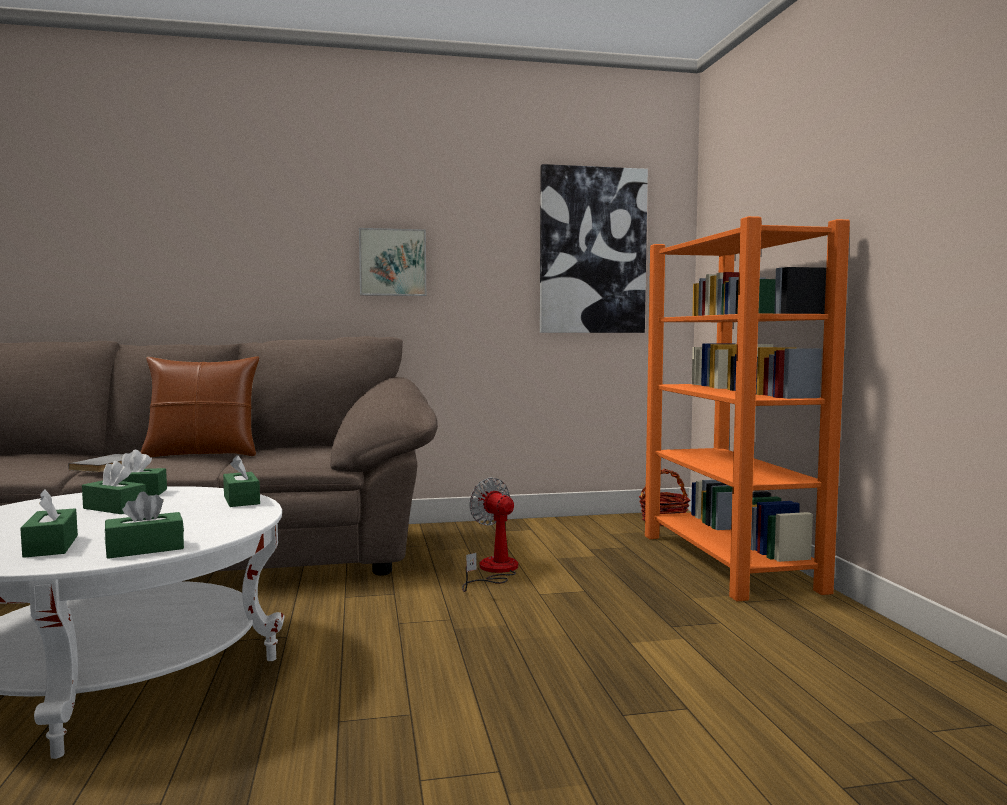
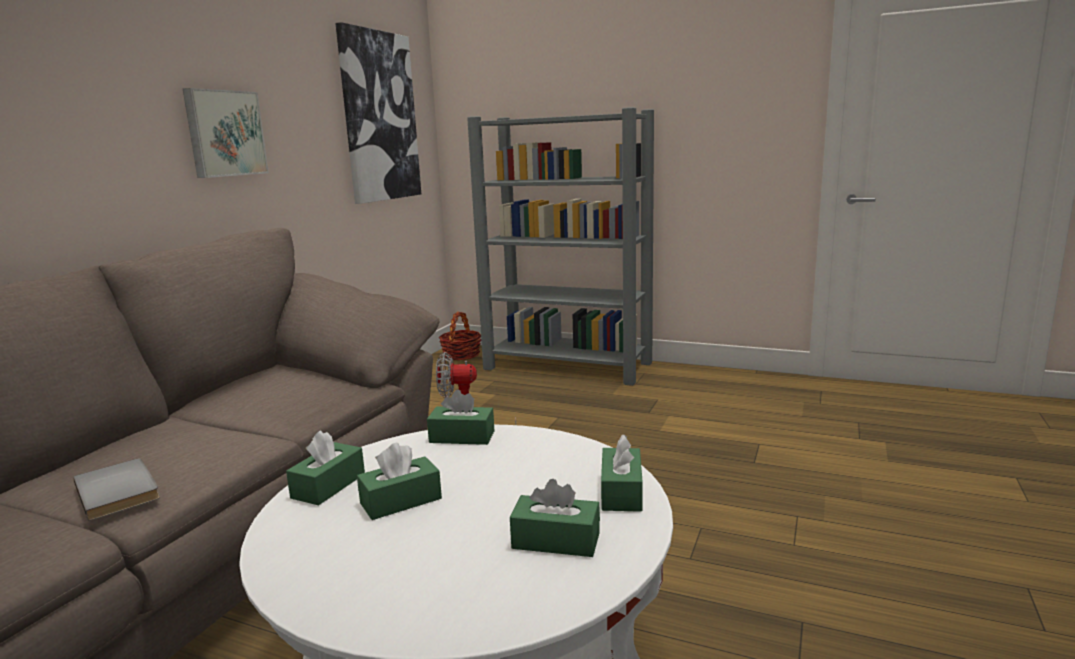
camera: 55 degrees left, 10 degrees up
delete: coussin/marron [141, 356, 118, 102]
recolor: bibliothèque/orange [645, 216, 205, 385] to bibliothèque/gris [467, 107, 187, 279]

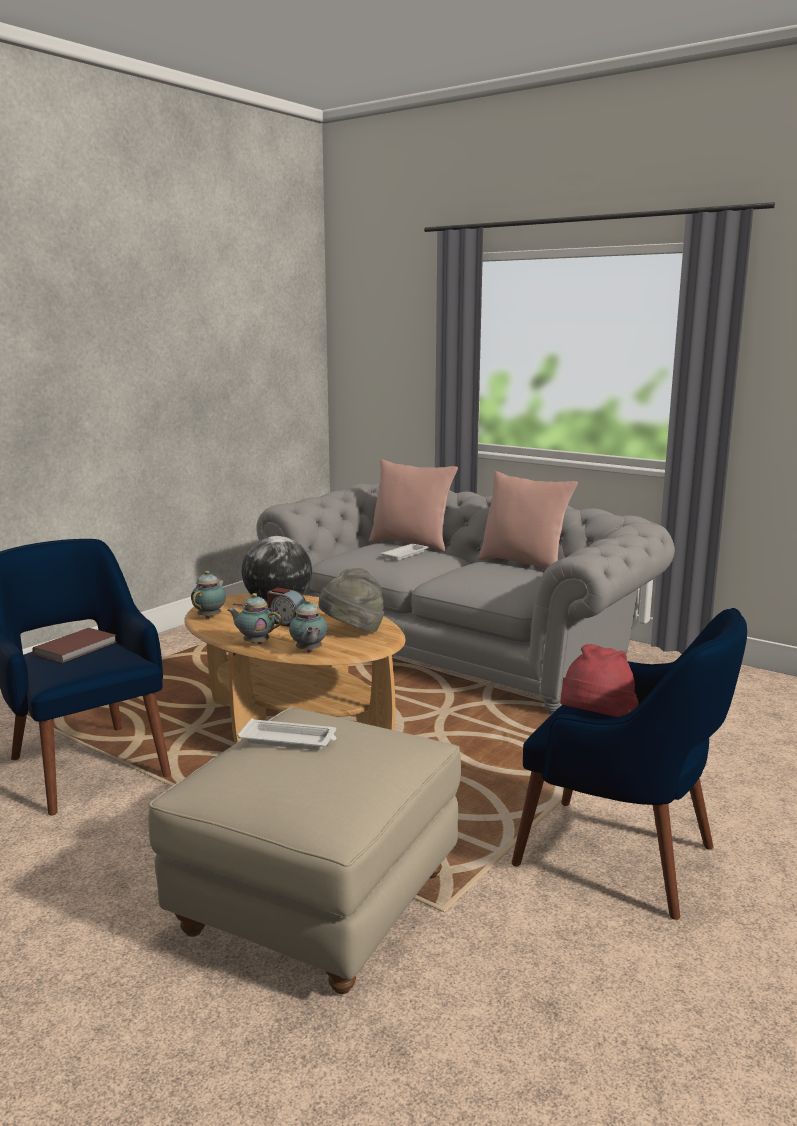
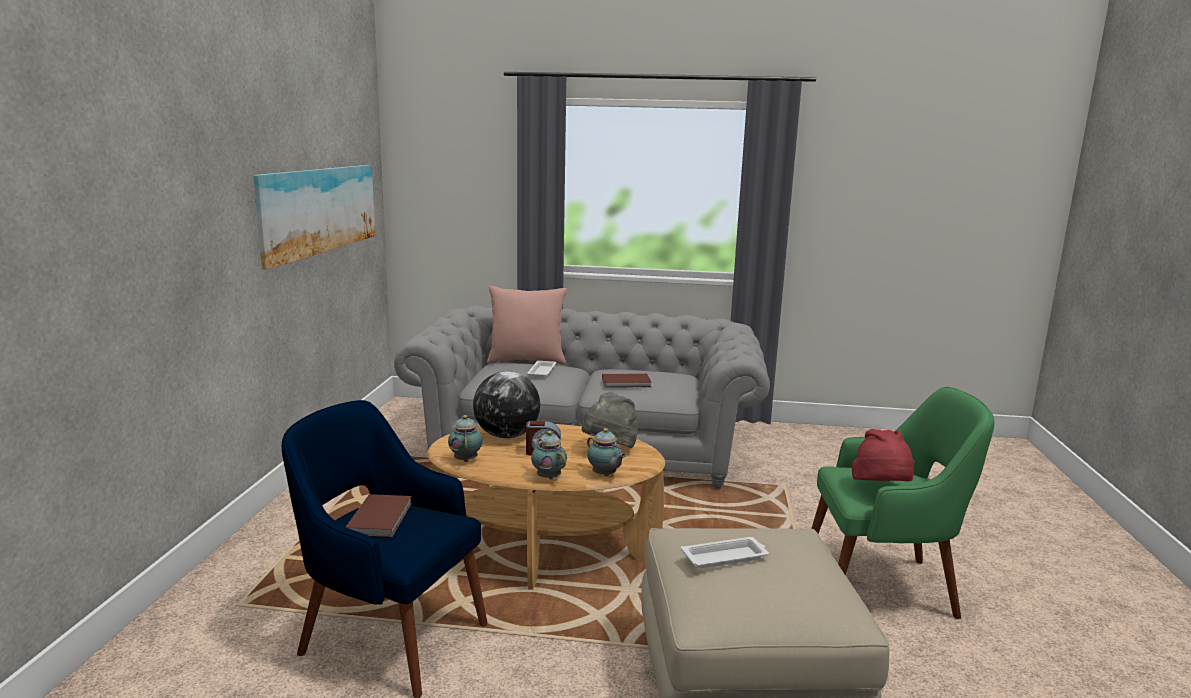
camera: 30 degrees left, 0 degrees up
delete: coussin/rose [478, 471, 100, 99]
insert: tableau [253, 165, 122, 105]; livre/marron [602, 374, 49, 14]
recolor: fauteuil/bleu [512, 608, 235, 312] to fauteuil/vert [811, 387, 183, 232]
rotate: théière [228, 593, 54, 51] = [531, 431, 36, 49] 60 degrees clockwise

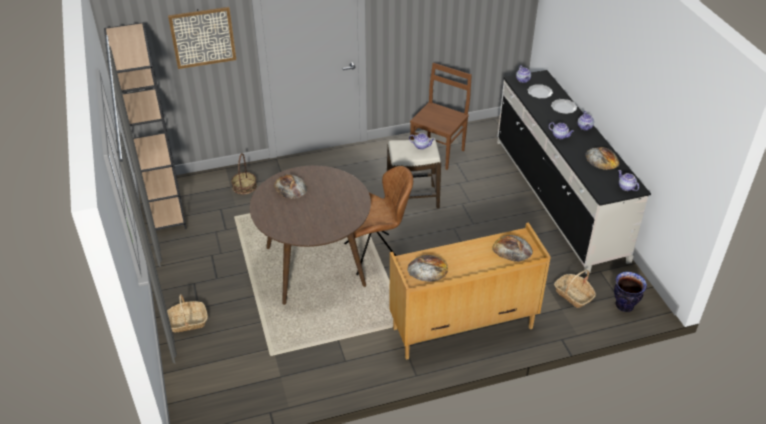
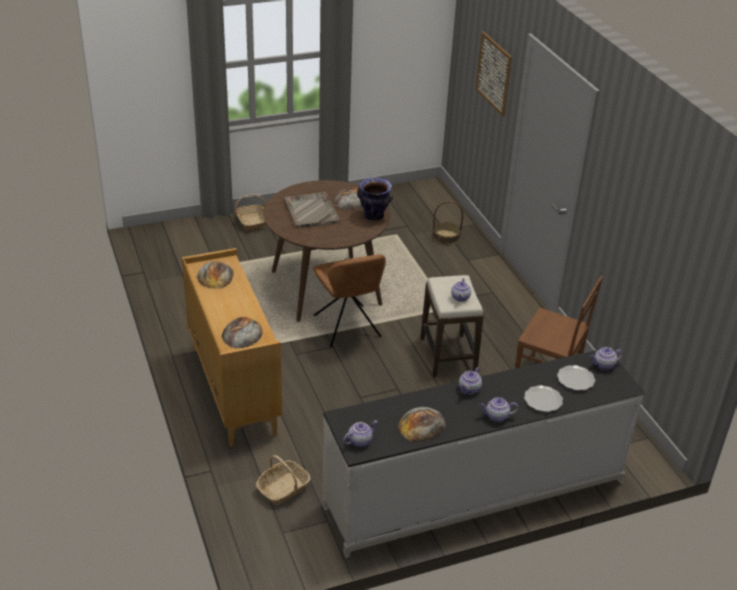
camera: 85 degrees right, 5 degrees down
delete: bibliothèque [104, 22, 83, 214]
insert: plateau/gris [284, 192, 56, 36]
move: vase [614, 272, 33, 40] to [357, 177, 36, 44]

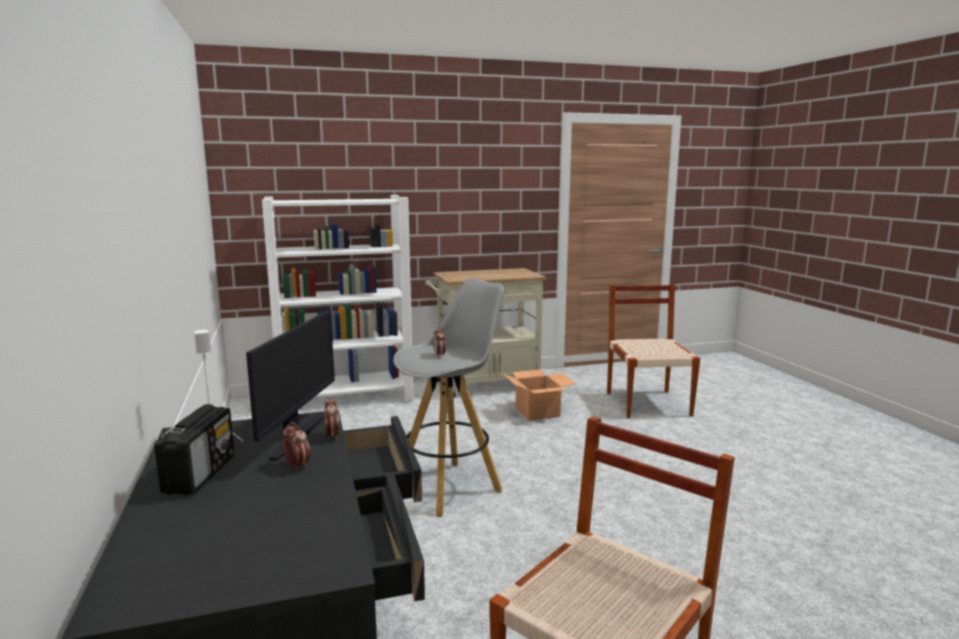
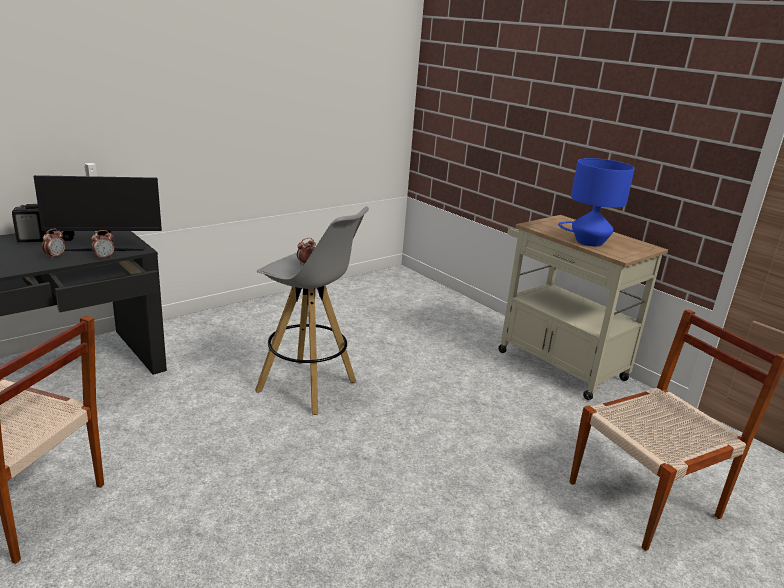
camera: 65 degrees right, 10 degrees up
delete: bibliothèque/blanc [262, 195, 152, 207]; carton [502, 369, 75, 52]
insert: lampe de table/bleu [558, 158, 77, 89]

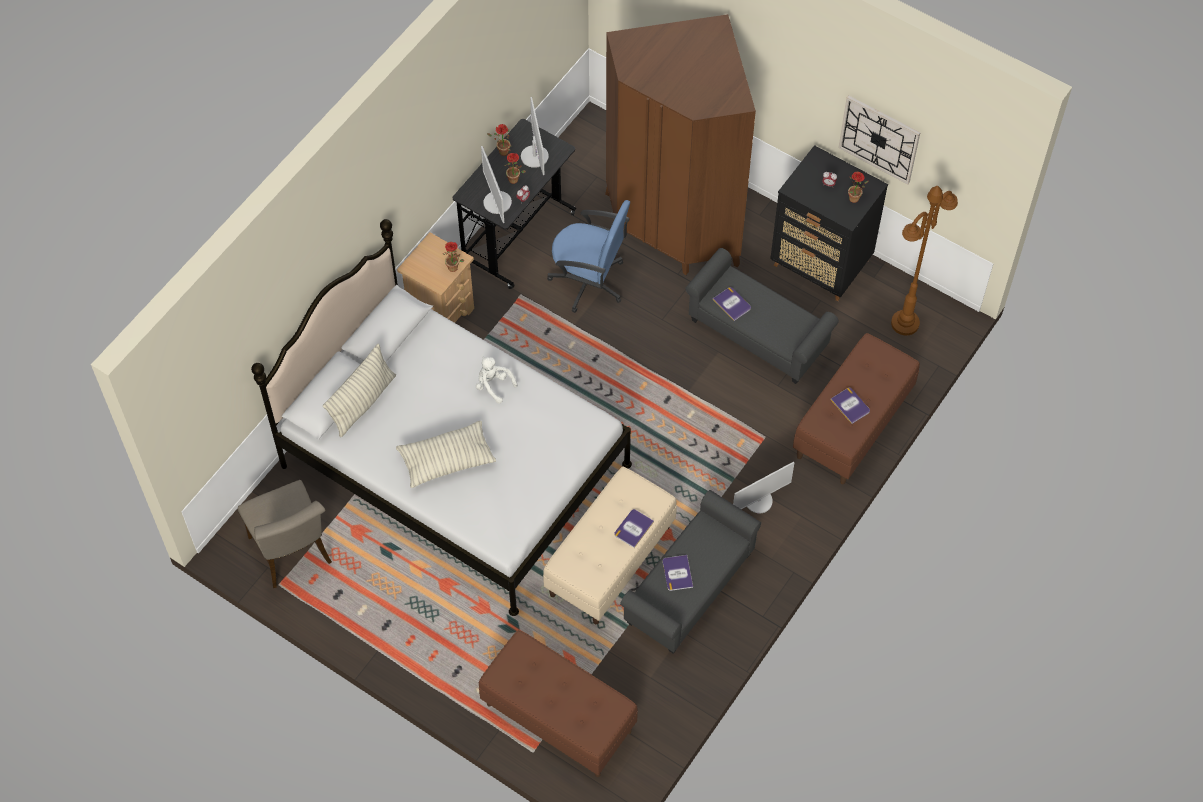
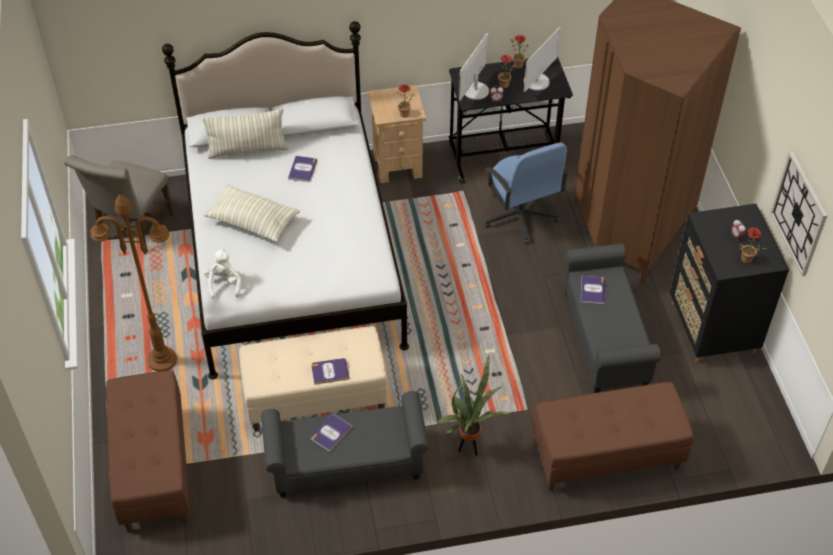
camera: 45 degrees right, 10 degrees down
move: peluche/blanc [476, 357, 42, 47] to [204, 249, 37, 50]; livre [831, 388, 39, 36] to [288, 156, 29, 26]; lampadaire/marron [891, 186, 67, 149] to [90, 194, 87, 178]
replace: écran d'ordinateur [733, 462, 61, 51] to plante en pot [437, 355, 73, 101]

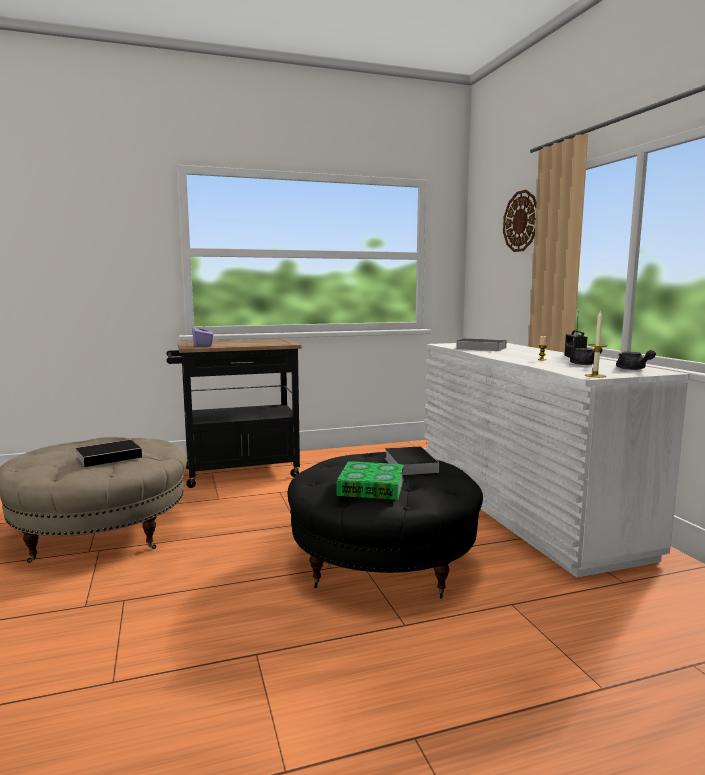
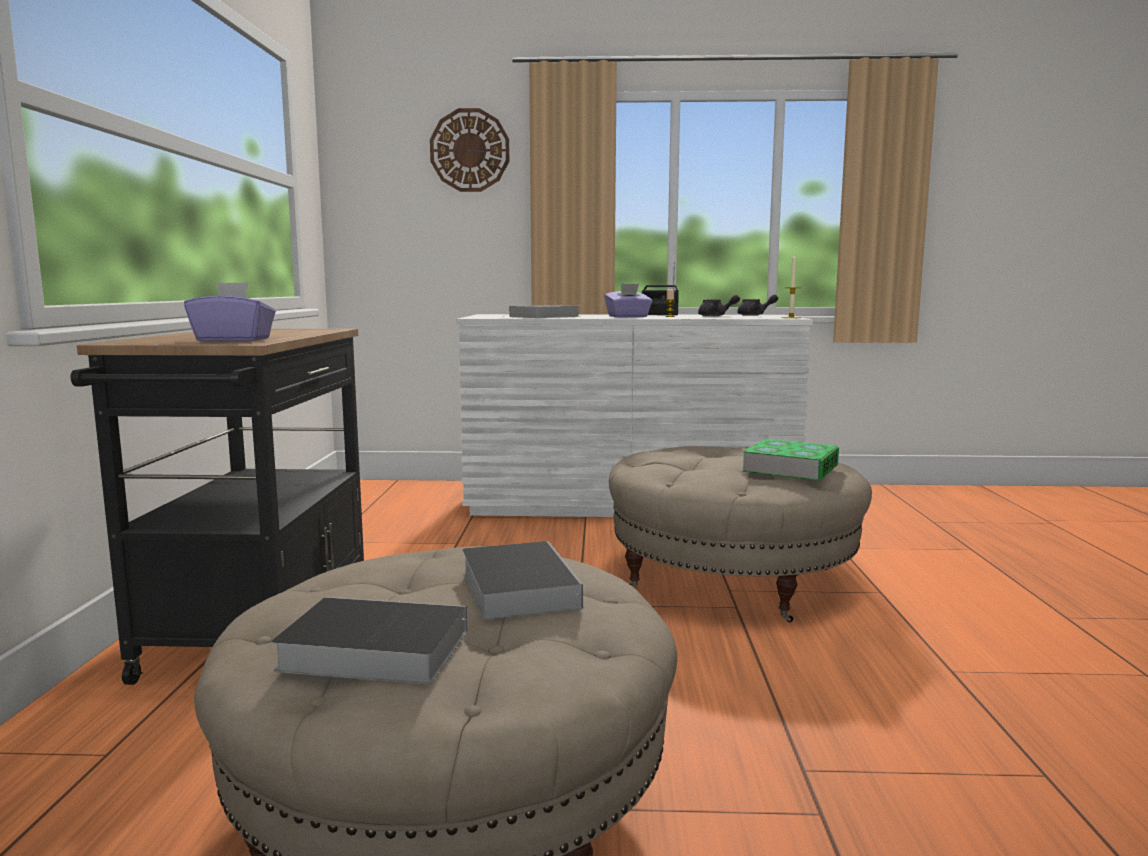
camera: 70 degrees left, 0 degrees up
insert: boîte à mouchoirs/violet [605, 283, 47, 35]
move: livre [385, 446, 54, 29] to [271, 597, 196, 88]
recolor: pouf/noir [288, 452, 195, 147] to pouf/beige [609, 446, 263, 176]

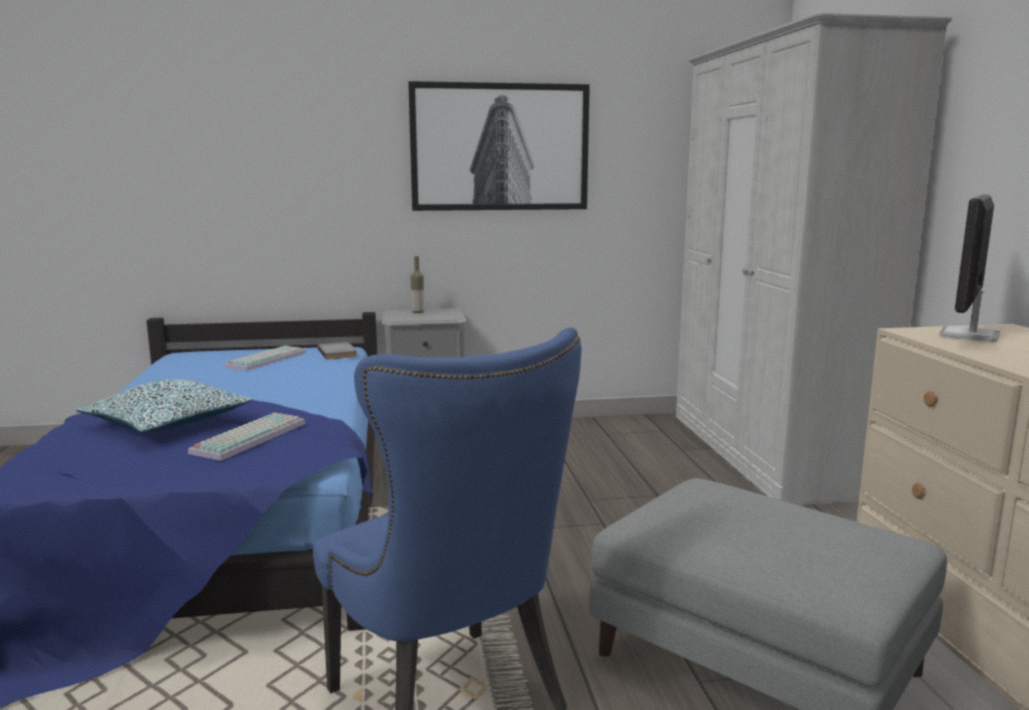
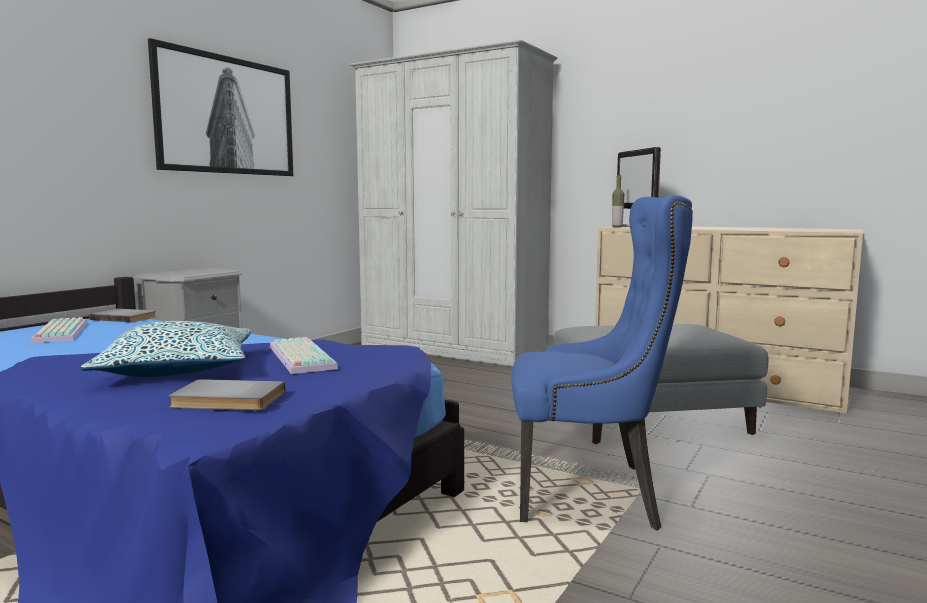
camera: 50 degrees left, 5 degrees down
insert: livre/gris [169, 379, 116, 31]
move: bouteille [411, 256, 13, 57] to [612, 175, 12, 53]

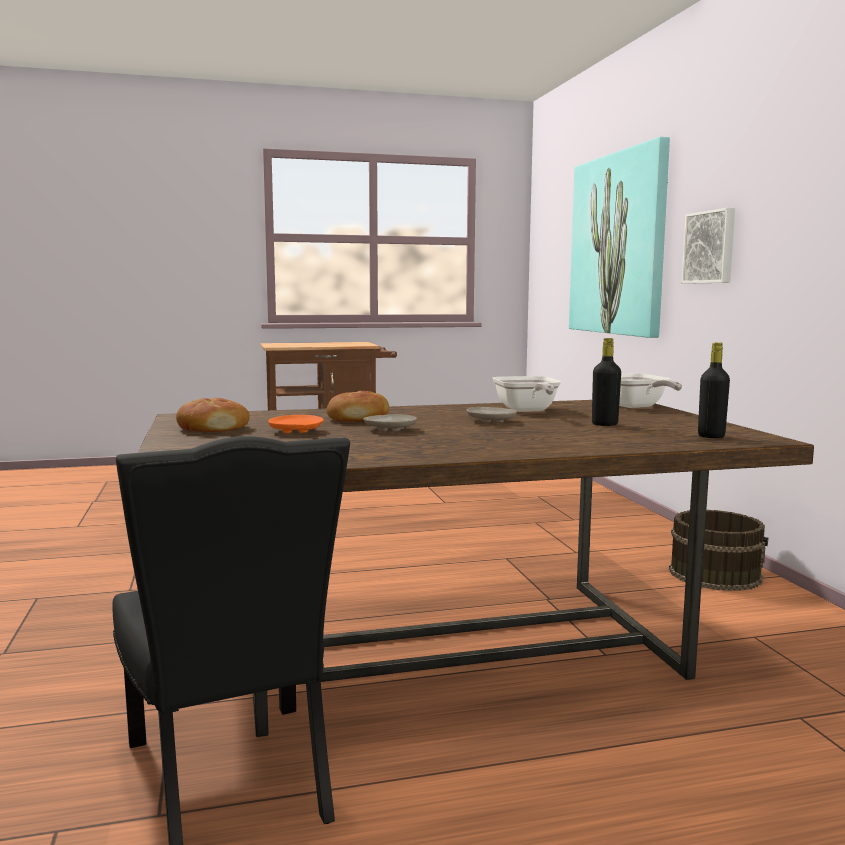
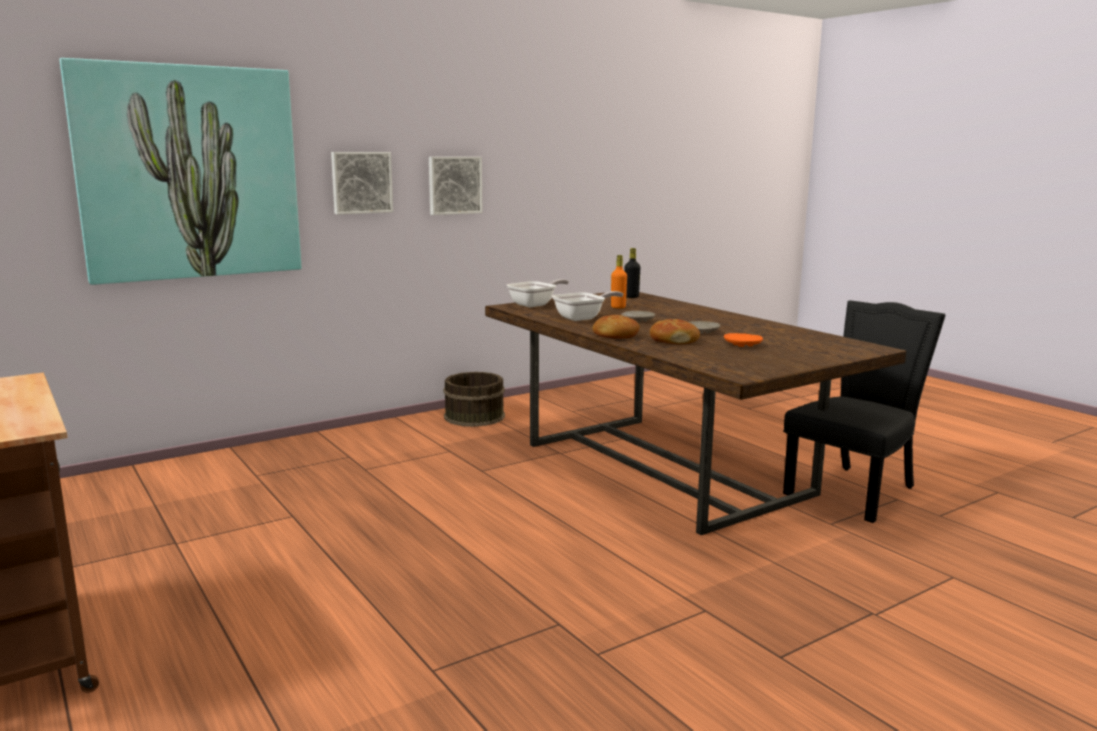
camera: 110 degrees left, 5 degrees up
insert: tableau [429, 157, 54, 58]
move: pain [176, 398, 74, 34] to [592, 315, 48, 24]
recolor: bouteille/noir [592, 338, 29, 88] to bouteille/orange [611, 255, 16, 54]

